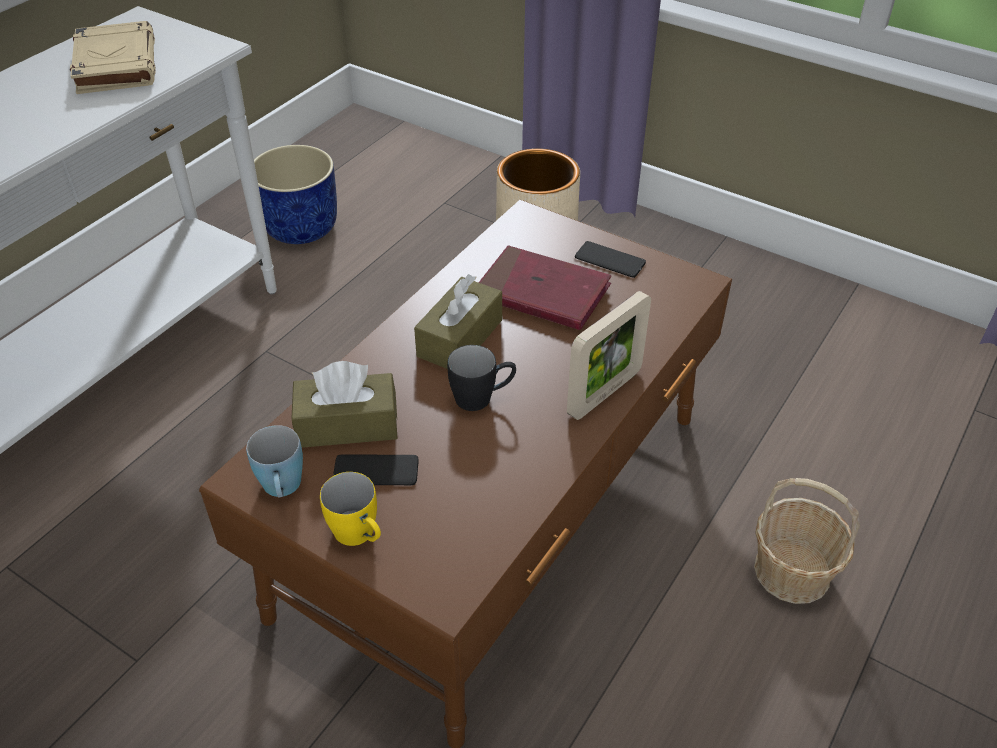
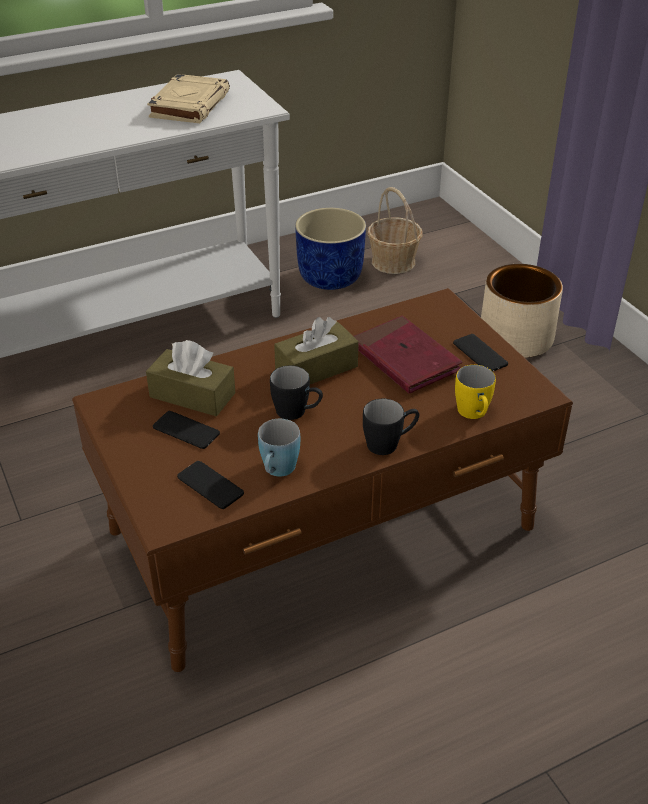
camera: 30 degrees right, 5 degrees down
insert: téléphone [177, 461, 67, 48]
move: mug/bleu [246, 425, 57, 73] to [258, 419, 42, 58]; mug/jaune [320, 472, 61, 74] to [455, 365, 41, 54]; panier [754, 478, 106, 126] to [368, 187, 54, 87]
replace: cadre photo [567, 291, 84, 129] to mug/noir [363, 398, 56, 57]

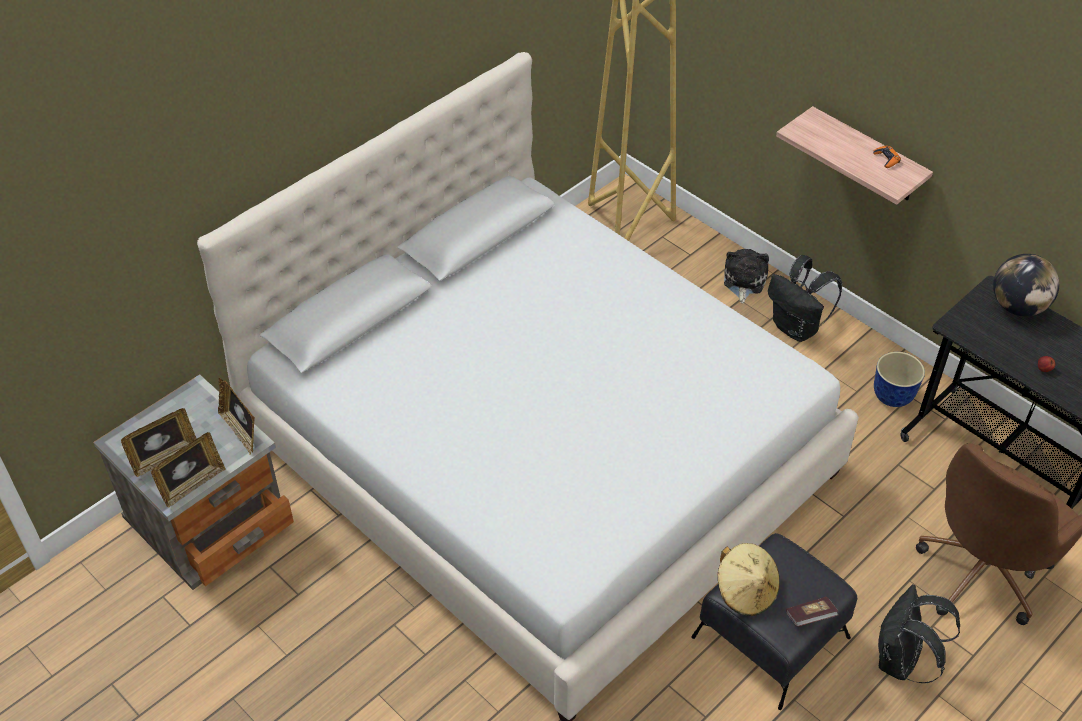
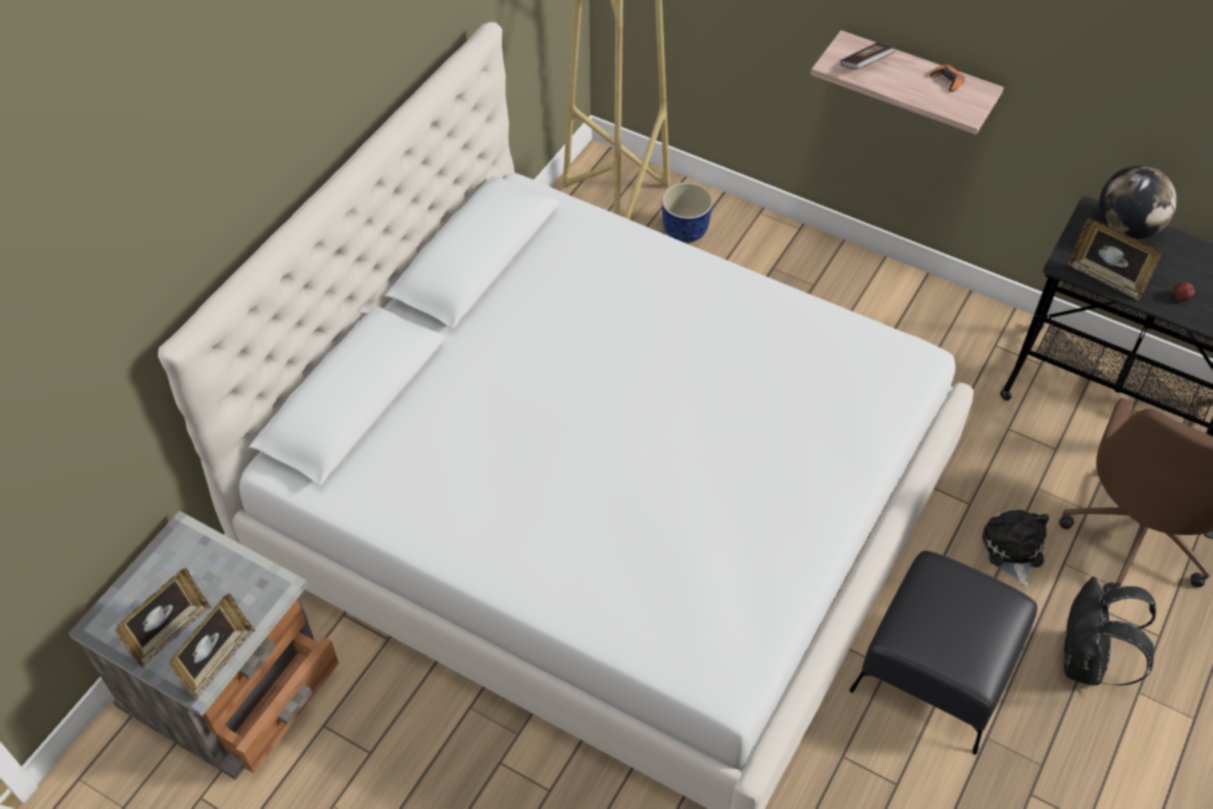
camera: 15 degrees left, 5 degrees up
delete: chapeau/beige [718, 543, 62, 73]; sac à dos/noir [768, 255, 74, 87]
move: cadre photo [218, 378, 37, 77] to [1068, 219, 93, 82]; peluche [724, 249, 45, 55] to [982, 509, 67, 79]; livre [786, 597, 52, 30] to [840, 43, 55, 26]; cache-pot [874, 352, 51, 55] to [662, 182, 51, 61]

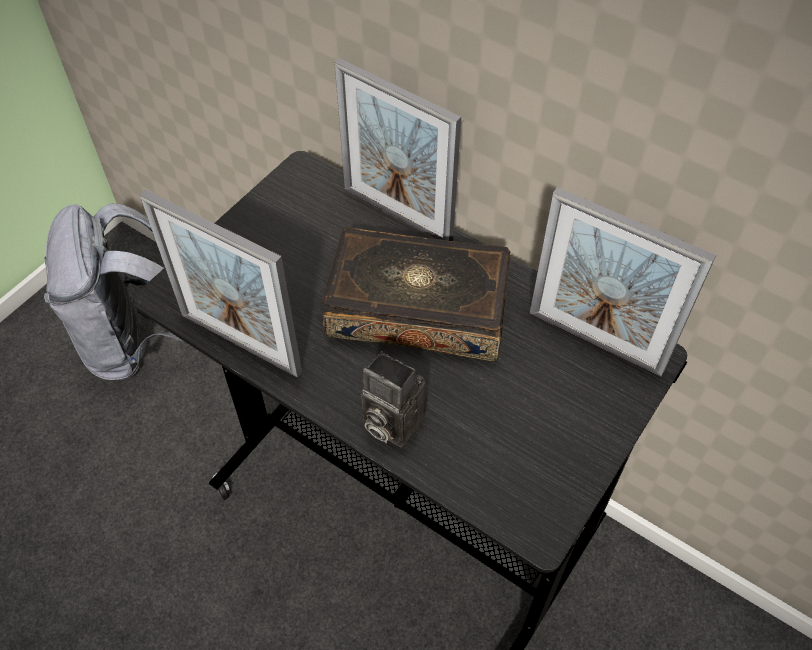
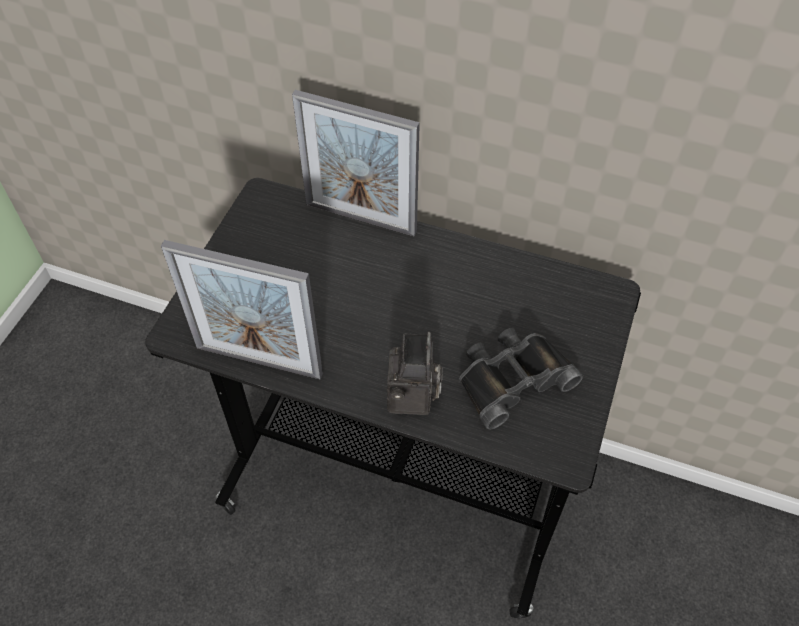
camera: 15 degrees left, 0 degrees up
delete: sac à dos/gris [44, 203, 139, 178]; livre [323, 227, 187, 134]; cadre photo [530, 187, 186, 190]
insert: jumelles/noir [459, 328, 124, 101]
rotate: appareil photo [361, 351, 66, 96] = [387, 332, 56, 83] 105 degrees counterclockwise

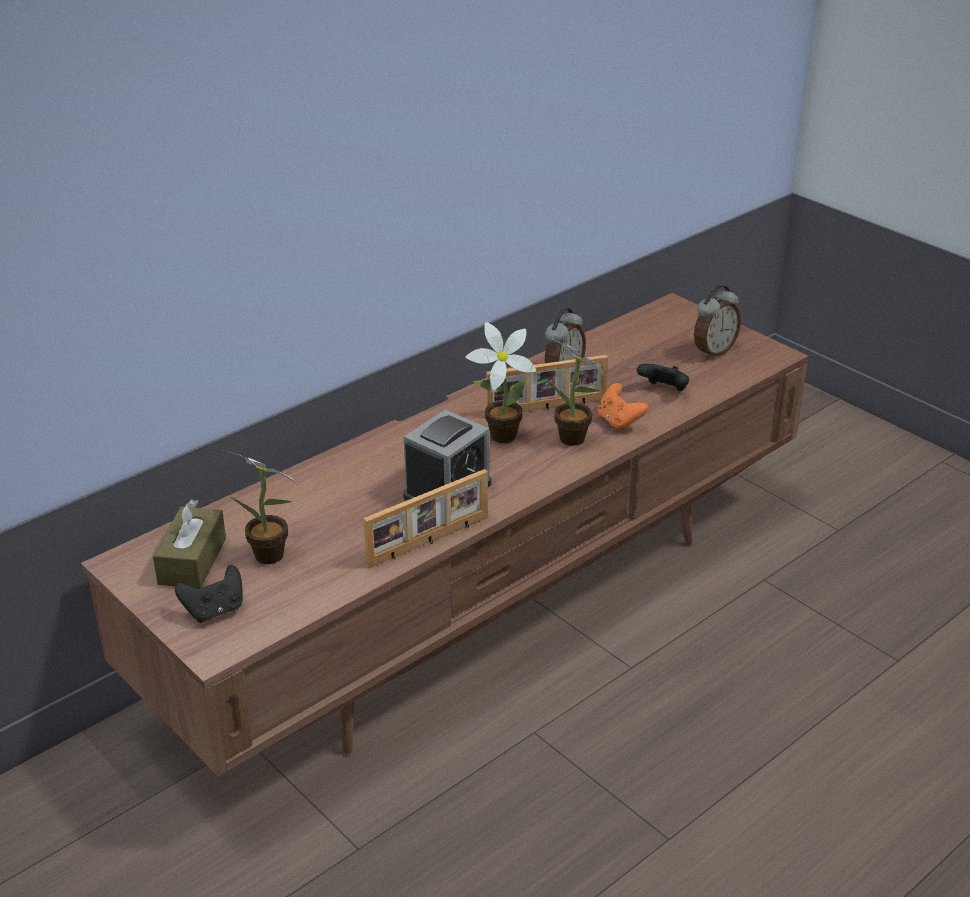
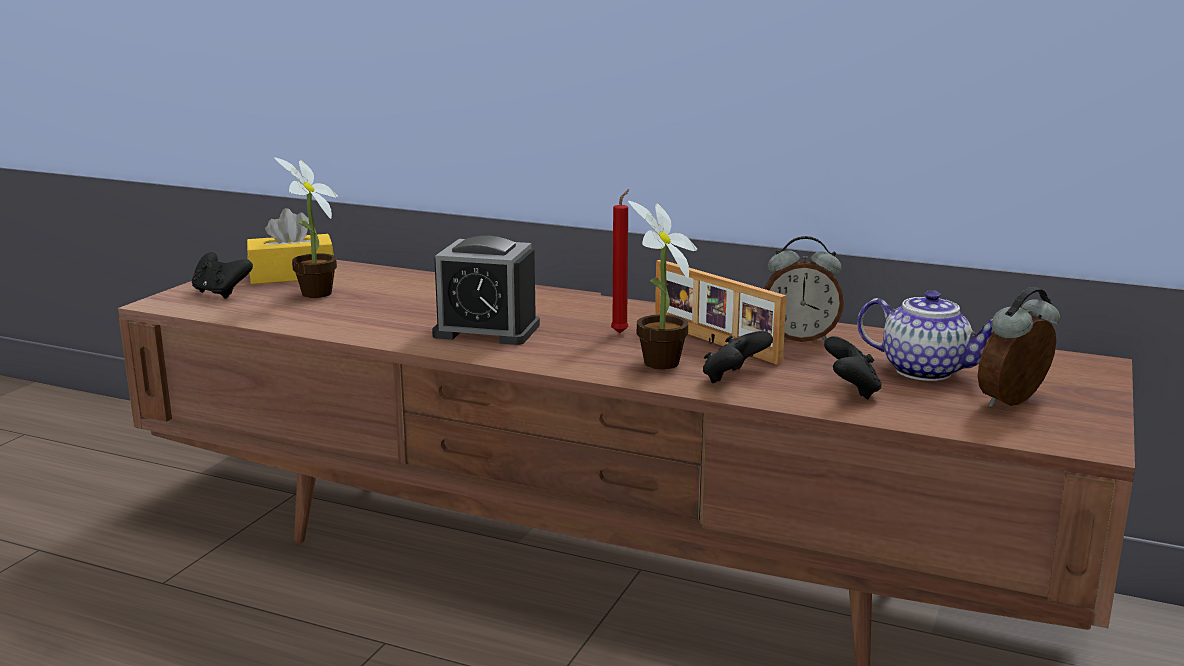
camera: 65 degrees right, 15 degrees down
delete: cadre photo [363, 469, 125, 99]
insert: théière [857, 290, 136, 91]
replace: plante en pot [466, 322, 70, 121] to bougie/rouge [611, 189, 18, 145]
recolor: boîte à mouchoirs/marron [153, 499, 73, 90] to boîte à mouchoirs/jaune [247, 208, 88, 76]; manette/orange [597, 383, 51, 49] to manette/noir [703, 331, 70, 52]
rotate: réveil [694, 285, 47, 74] = [978, 287, 82, 120] 120 degrees clockwise

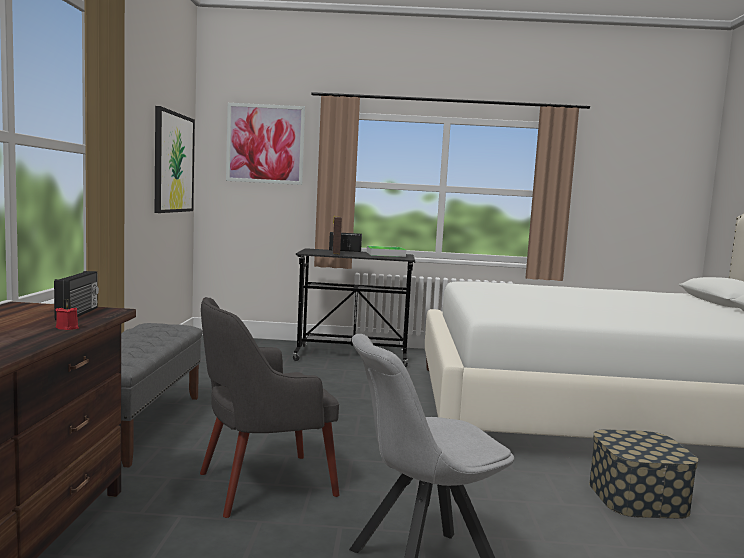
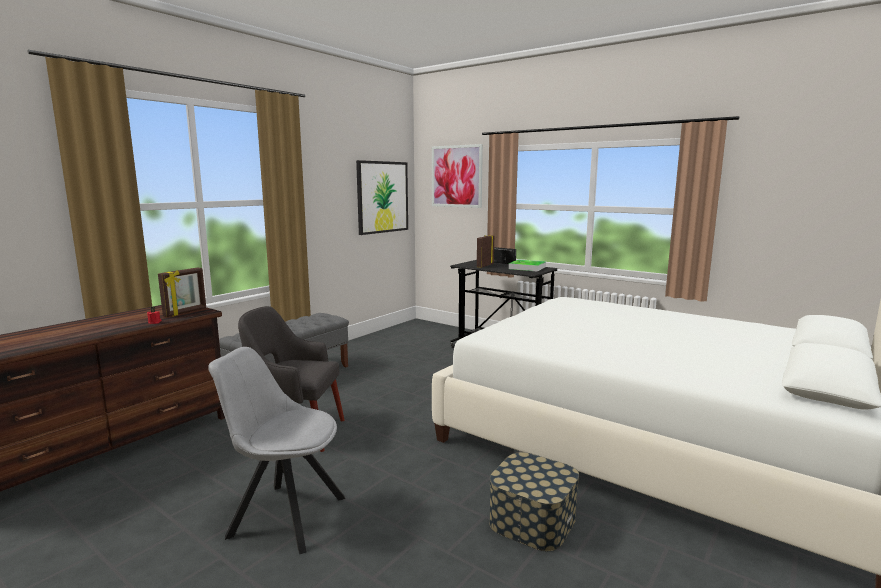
camera: 35 degrees right, 5 degrees up
replace: radio [54, 271, 45, 49] to cadre photo [158, 267, 48, 50]

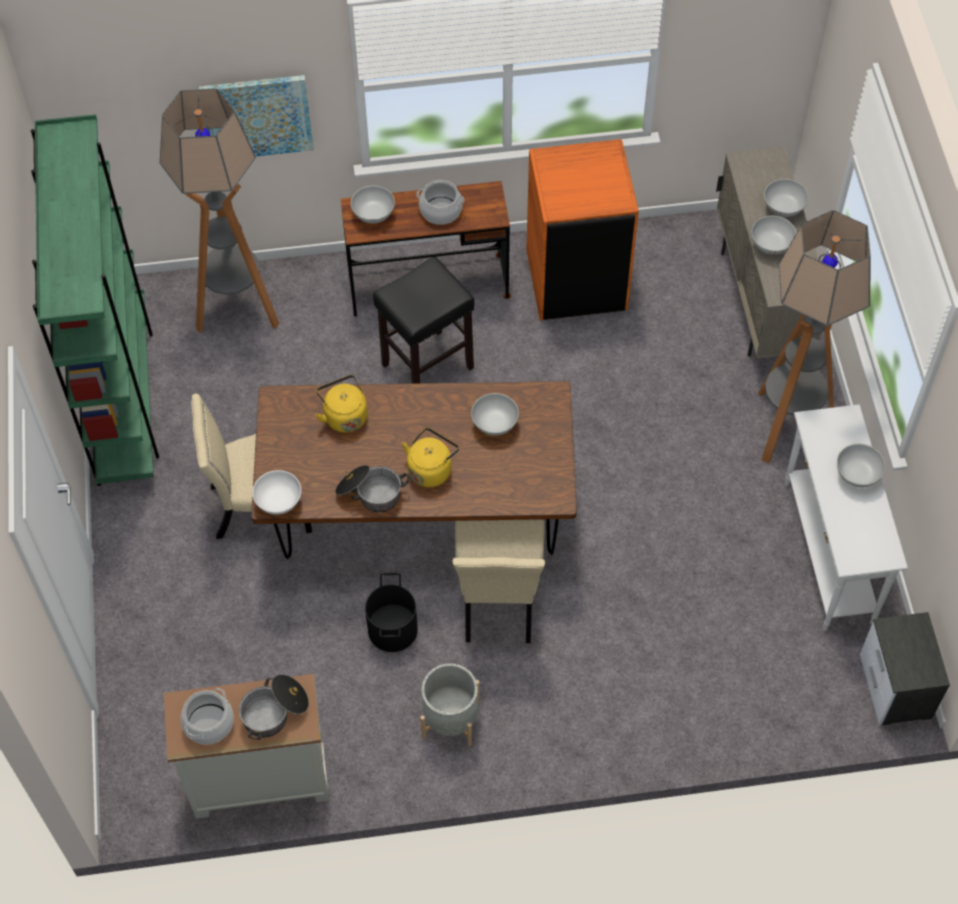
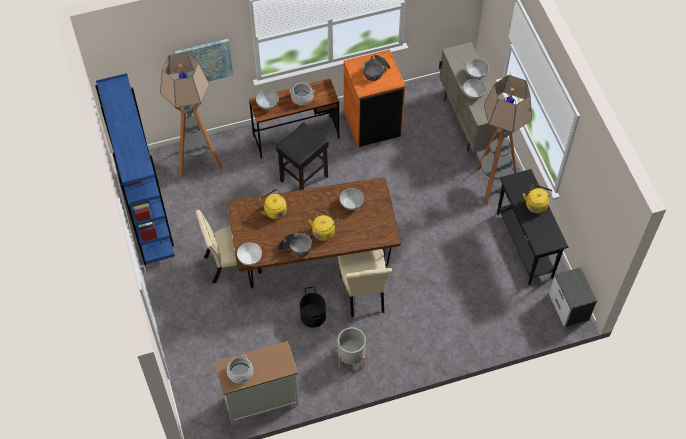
camera: 10 degrees left, 0 degrees up
move: marmite [239, 674, 70, 66] to [363, 55, 27, 26]
replace: bol/blanc [837, 444, 49, 43] to bouilloire/jaune [523, 184, 29, 30]
recolor: bibliothèque/vert [31, 114, 128, 372] to bibliothèque/bleu [95, 73, 80, 192]; table console/blanc [784, 404, 124, 227] to table console/noir [497, 169, 71, 116]

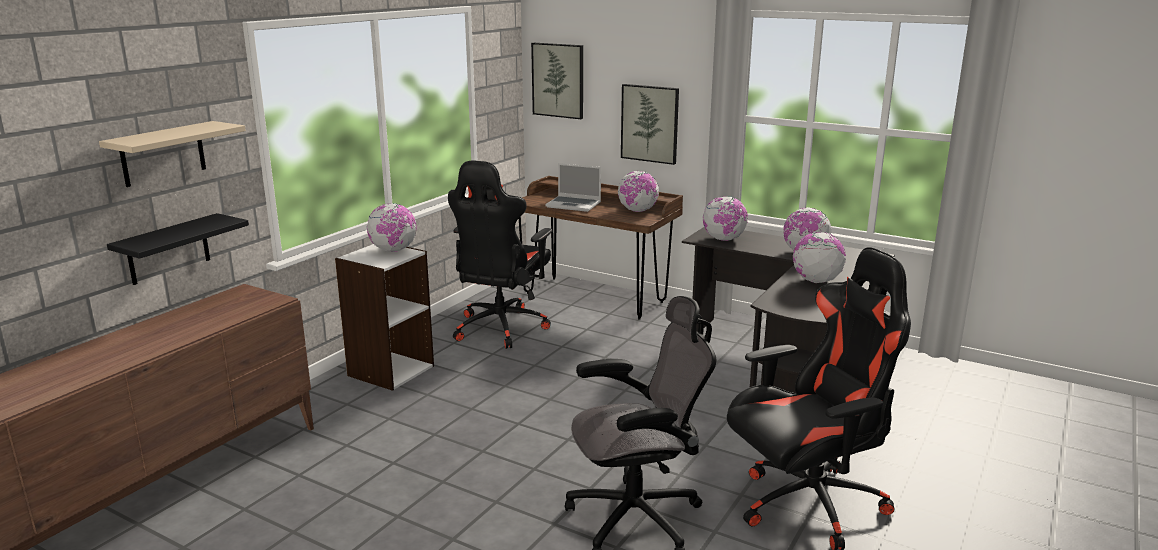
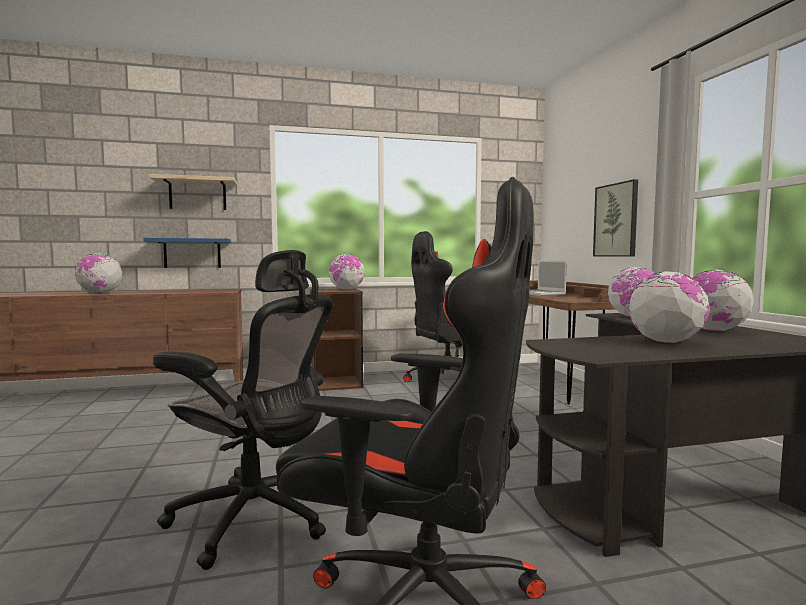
camera: 45 degrees right, 15 degrees down
delete: tableau [531, 43, 52, 76]
move: globe [618, 171, 41, 41] to [75, 253, 47, 41]
recolor: étagère/noir [107, 213, 142, 72] to étagère/bleu [143, 238, 88, 30]; bibliothèque/blanc [335, 244, 99, 147] to bibliothèque/marron [310, 288, 53, 103]

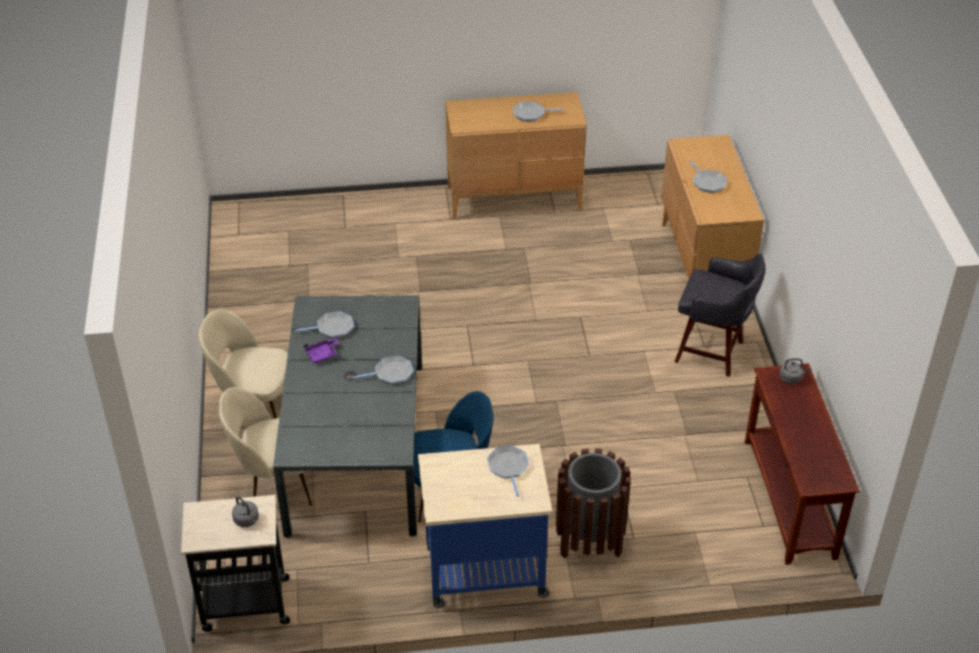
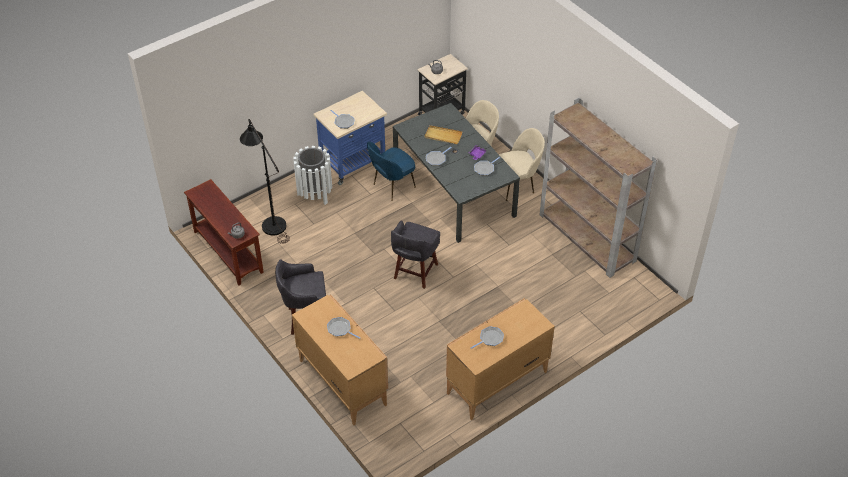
camera: 150 degrees right, 5 degrees up
insert: lampadaire/noir [240, 119, 50, 125]; tabouret/gris [391, 220, 49, 69]; plateau/beige [424, 125, 38, 19]; bibliothèque/marron [540, 98, 117, 180]
recolor: poubelle/marron [556, 448, 75, 111] to poubelle/blanc [293, 146, 39, 59]

